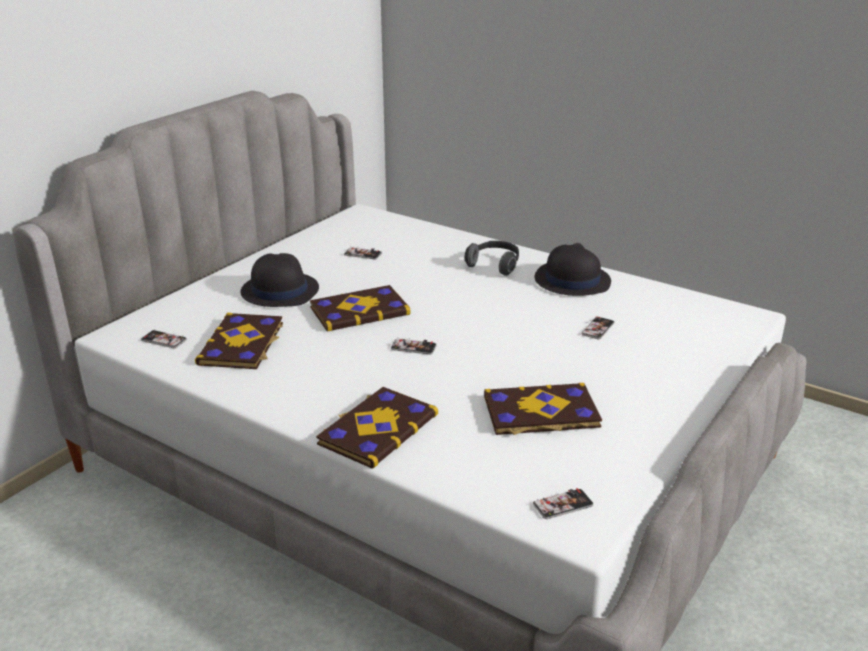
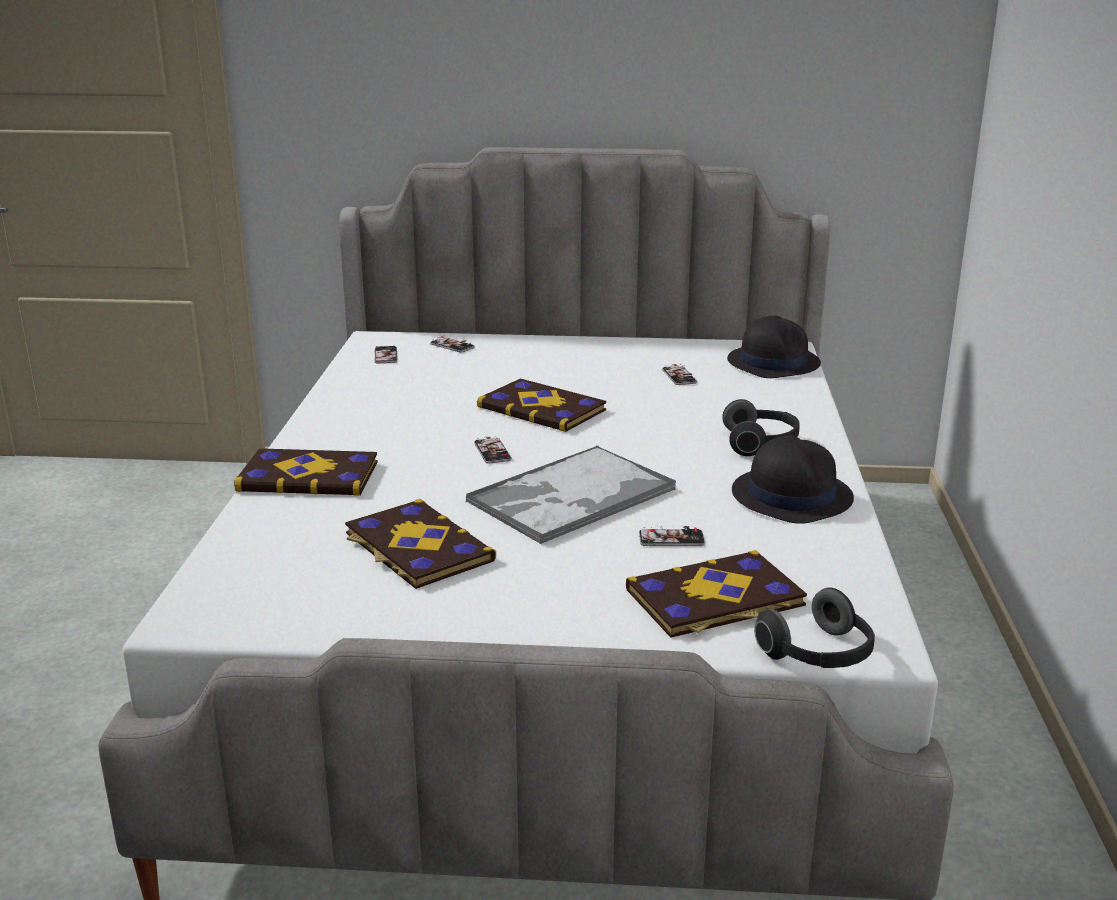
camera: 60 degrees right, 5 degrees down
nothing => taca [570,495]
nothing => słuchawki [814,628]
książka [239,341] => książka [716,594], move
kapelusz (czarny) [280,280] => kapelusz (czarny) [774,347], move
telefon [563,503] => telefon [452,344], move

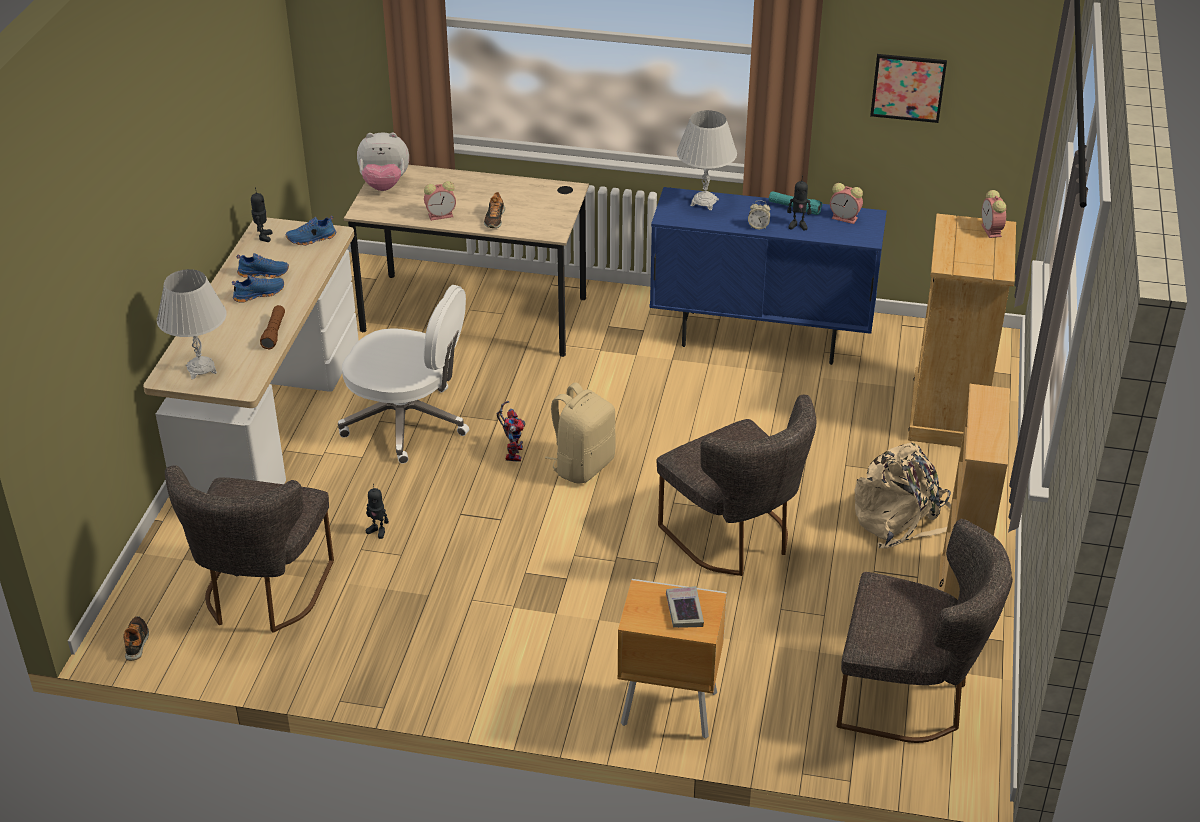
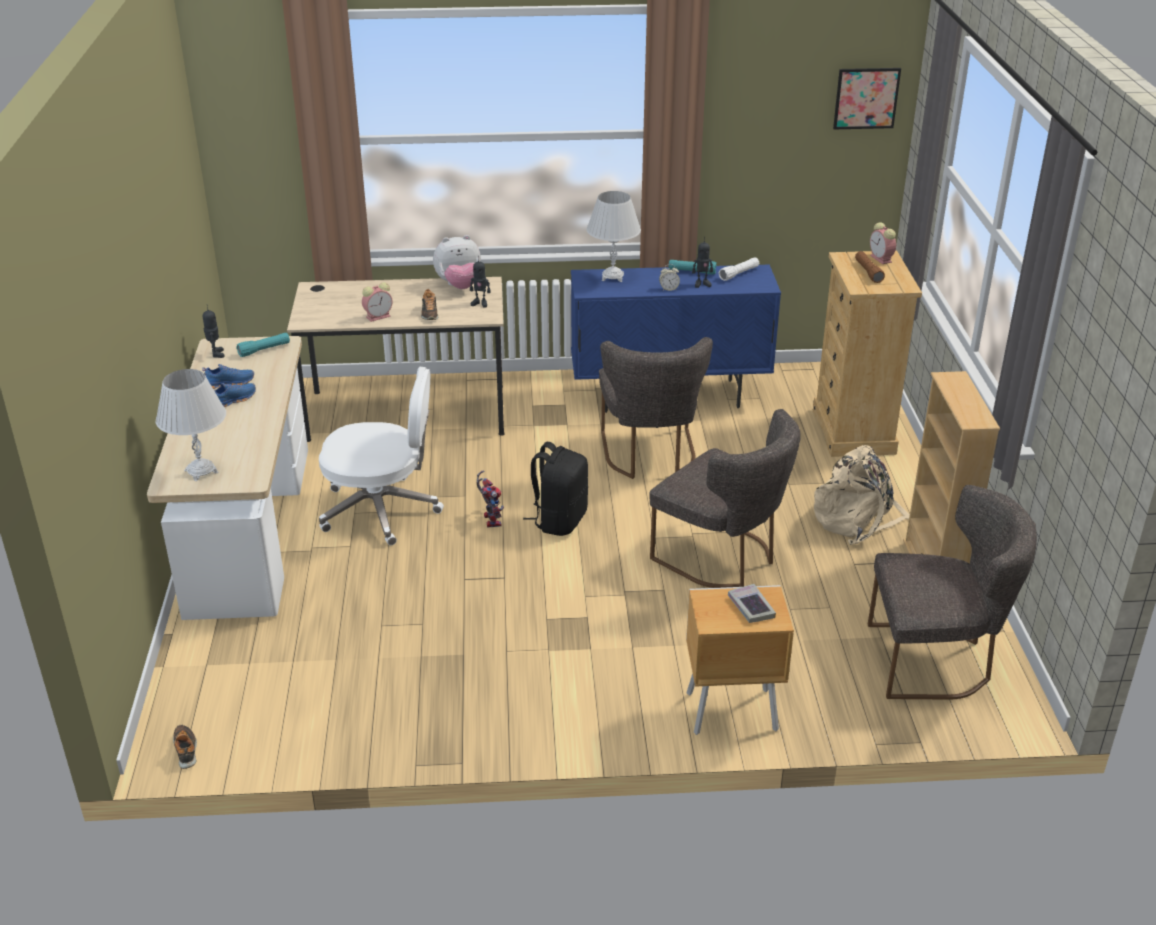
camera: 15 degrees left, 5 degrees down
krzesło (szary) [249,549] => krzesło (szary) [656,408], move
latarka (brązowy) [272,327] => latarka (brązowy) [870,267], move
pluszak [383,161] => pluszak [457,262], move
robot zabawkowy [377,511] => robot zabawkowy [480,282], move
obraz [908,88] => obraz [867,98], move
but (niebieski) [311,230] => latarka (turkusowy) [263,345]
budzik [846,203] => latarka (biały) [739,269]
plecak (beżowy) [580,432] => plecak (czarny) [555,489]

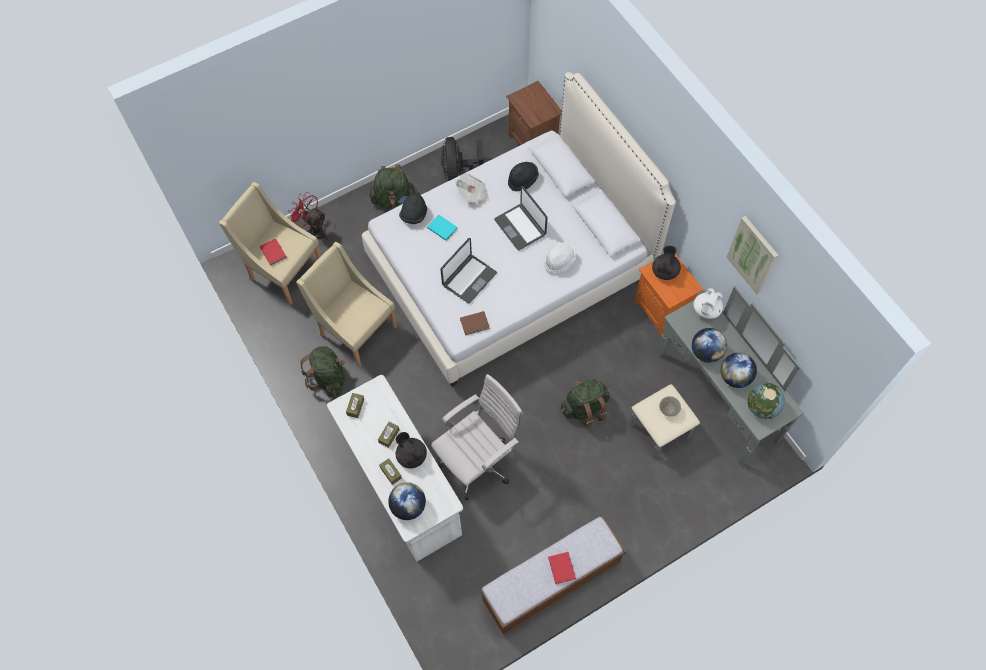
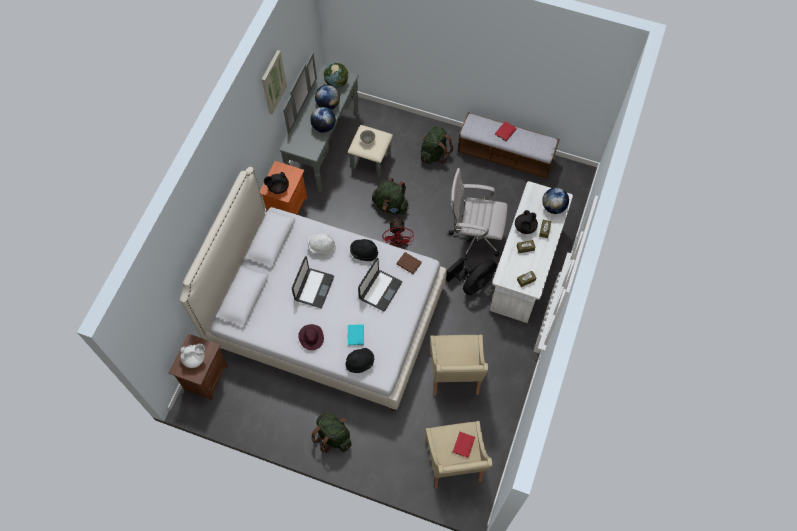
camera: 130 degrees left, 0 degrees up
wentylator (czerwony) [308,216] => wentylator (czerwony) [398,232], move
plecak (zielony) [322,371] => plecak (zielony) [437,145], move
wentylator (czarny) [462,159] => wentylator (czarny) [471,276], move
kapelusz (czarny) [523,176] => kapelusz (czarny) [364,250], move
imbryk (biały) [708,303] => imbryk (biały) [192,356], move
gazeta [472,188] => kapelusz (fioletowy) [311,337]
laptop [468,271] => laptop [380,284], 120 degrees clockwise

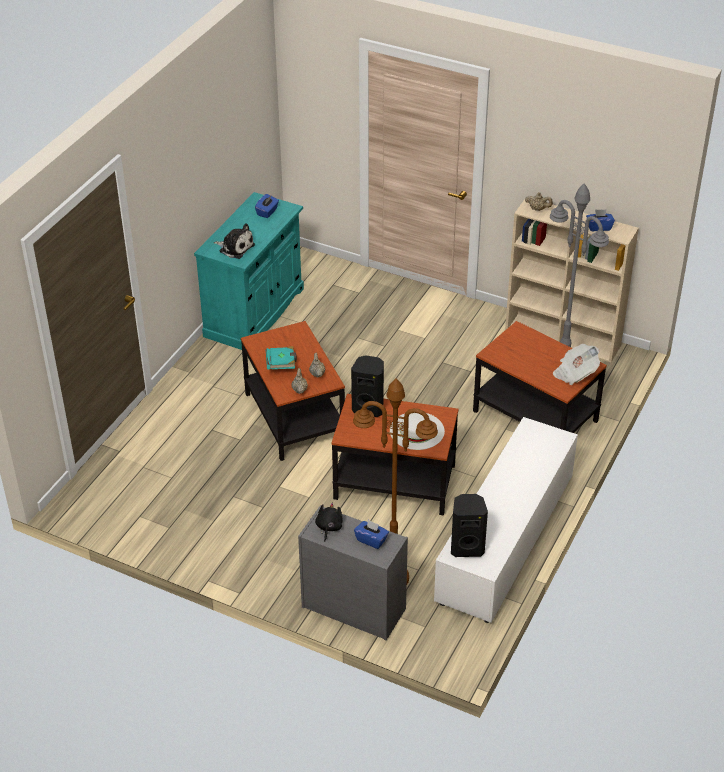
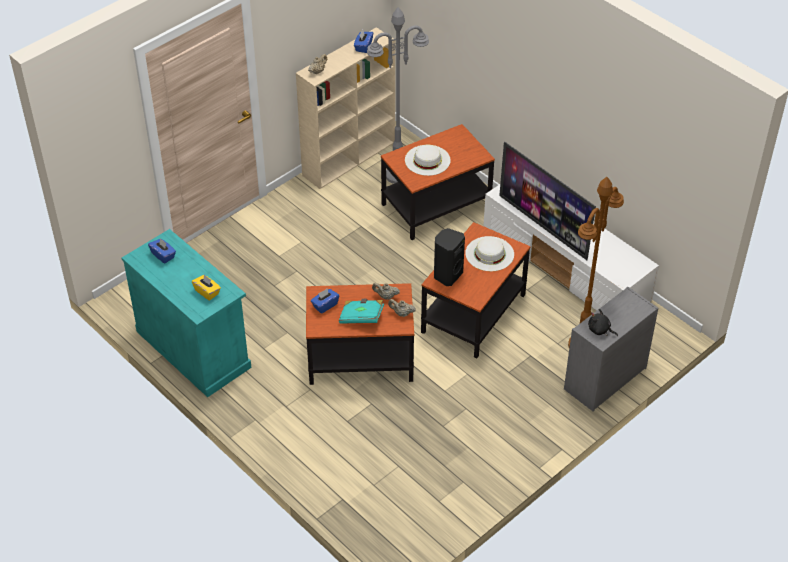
camera: 70 degrees left, 5 degrees up
głośnik (czarny) [469,525] => nothing
gazeta [576,364] => nothing
nothing => kapelusz (biały) [428,160]
nothing => telewizor [547,201]
pudełko chusteczek (niebieski) [371,534] => pudełko chusteczek (niebieski) [325,301], move
pluszak [234,241] => pudełko chusteczek (żółty) [206,287]

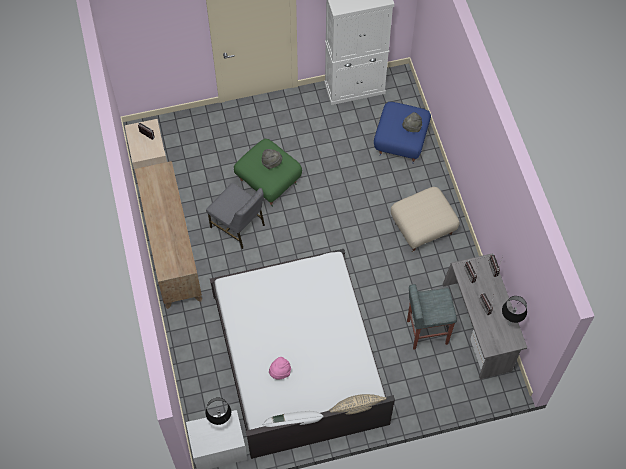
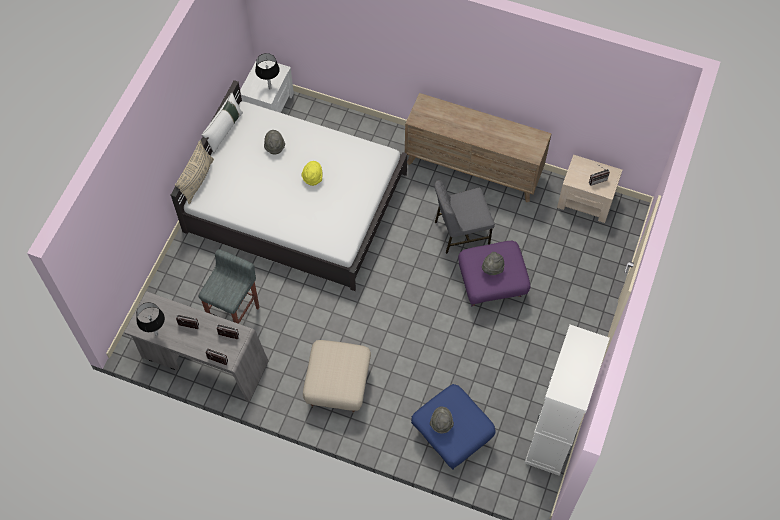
camera: 125 degrees right, 0 degrees up
nothing => kapelusz (żółty) [312,173]
pufa (zielony) [268,173] => pufa (fioletowy) [494,274]
kapelusz (różowy) [280,368] => kapelusz (szary) [274,142]

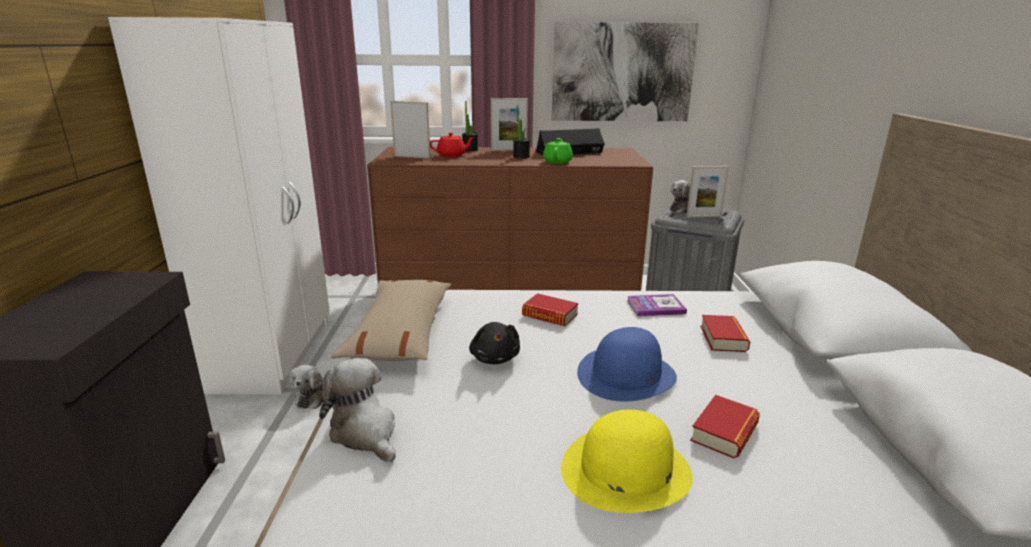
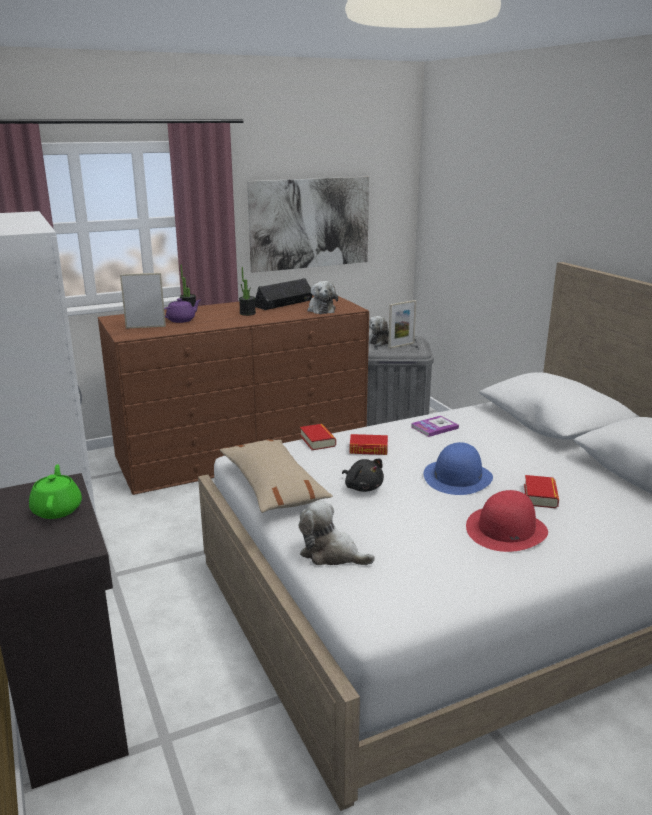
camera: 25 degrees left, 0 degrees up
ramka na zdjęcie [509,124] => nothing
pluszak [307,387] => pluszak [322,297], move
imbryk (zielony) [558,151] => imbryk (zielony) [55,491], move
książka [725,333] => książka [318,437], move
imbryk (czerwony) [452,145] => imbryk (fioletowy) [182,310]
kapelusz (żółty) [627,461] => kapelusz (czerwony) [507,521]

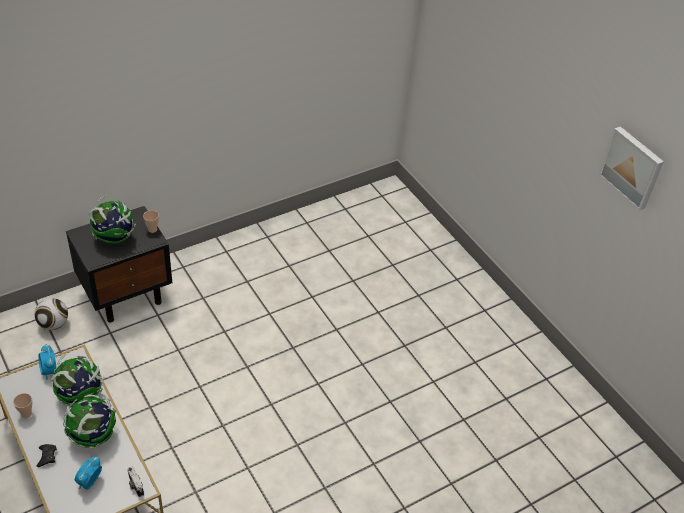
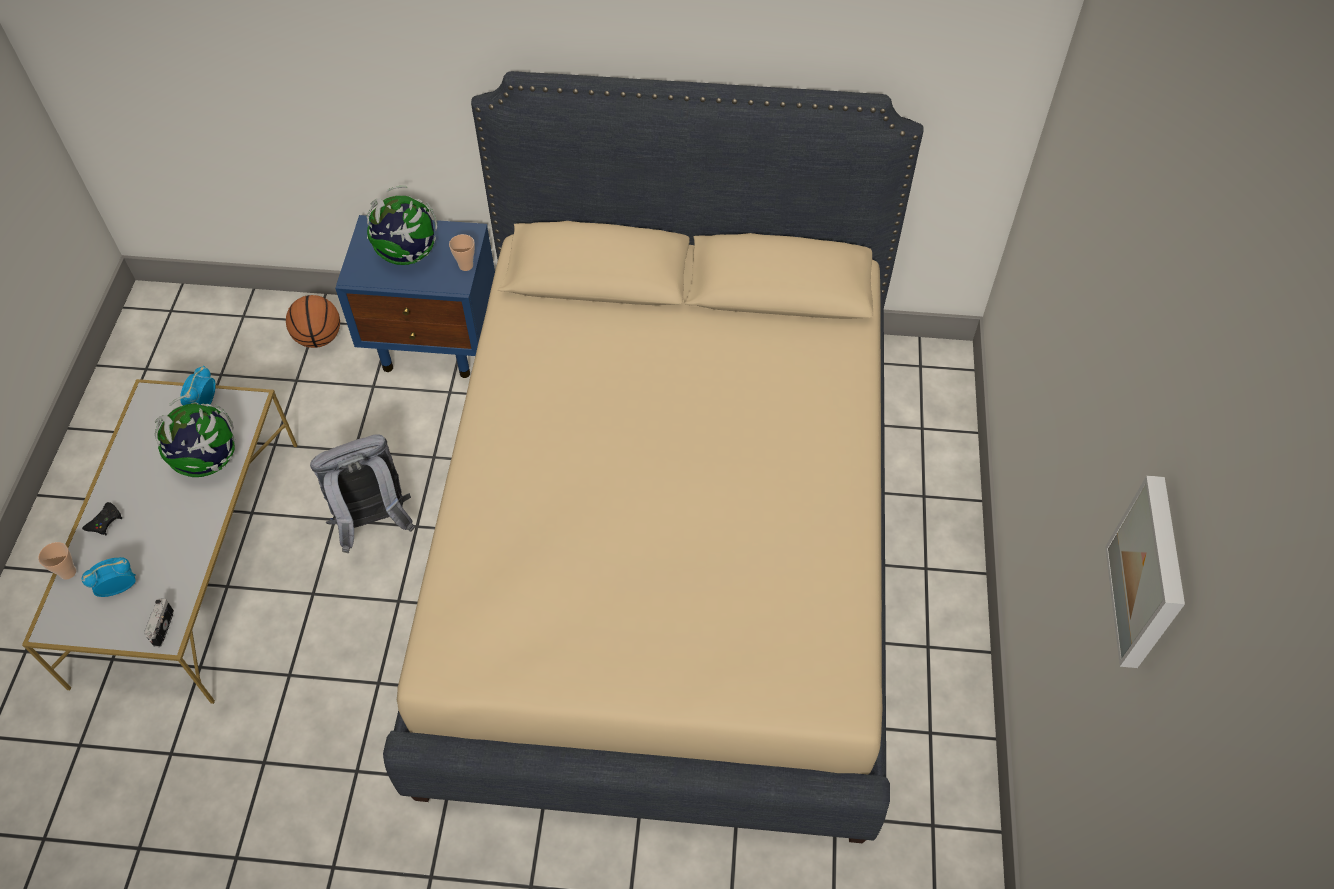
camera: 40 degrees right, 10 degrees up
globus [89,420] => nothing
nothing => plecak (szary) [362,493]
nothing => łóżko (beżowy) [653,457]
filiżanka [22,405] => filiżanka [57,561], move
piłka futbolowa [51,314] => piłka do koszykówki [313,321]
szafka nocna (czarny) [119,264] => szafka nocna (niebieski) [415,296]

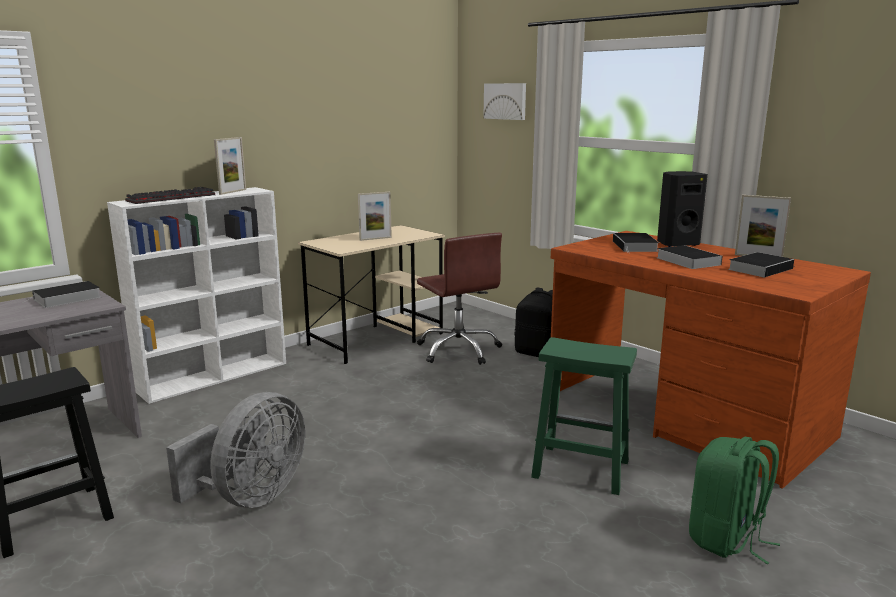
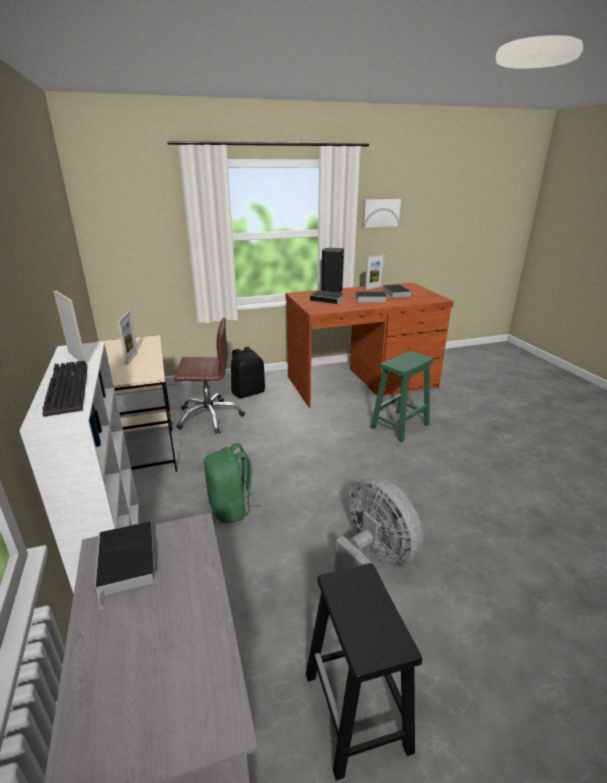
camera: 65 degrees left, 10 degrees up
obraz [505,101] => obraz [382,213], move
plecak (zielony) [734,500] => plecak (zielony) [232,483], move

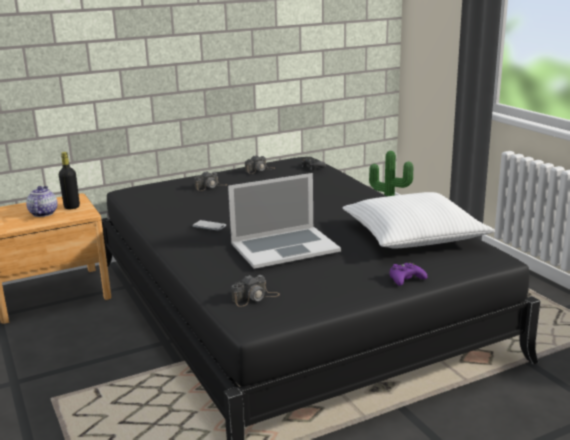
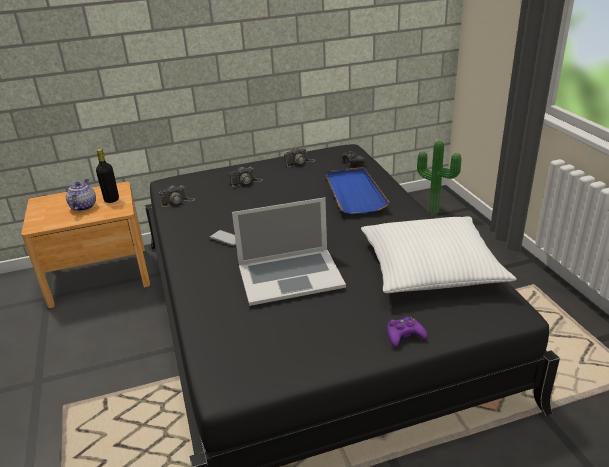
camera: 10 degrees right, 10 degrees up
nothing => taca (niebieski) [357,190]
aparat fotograficzny [255,291] => aparat fotograficzny [177,196], move

